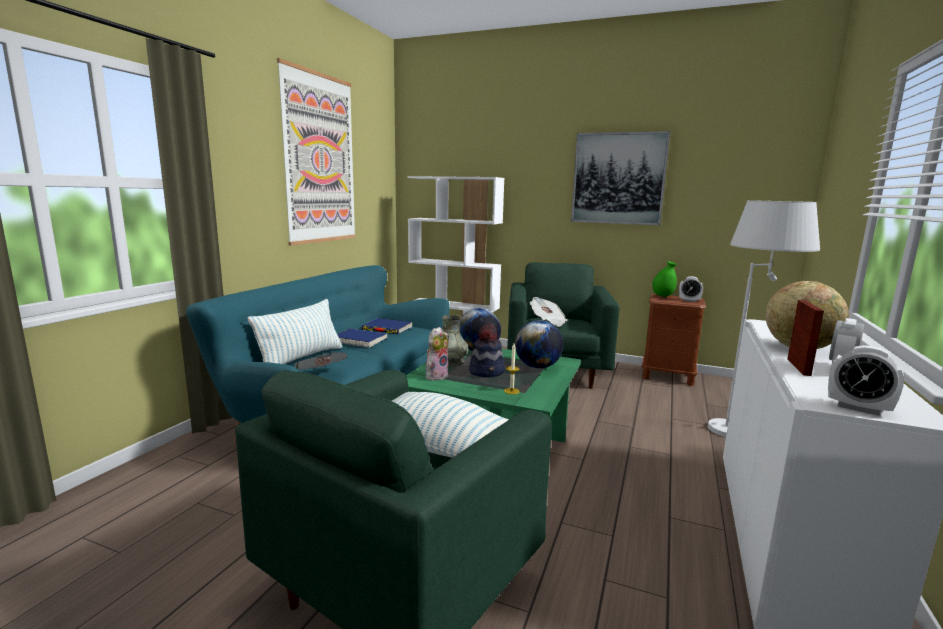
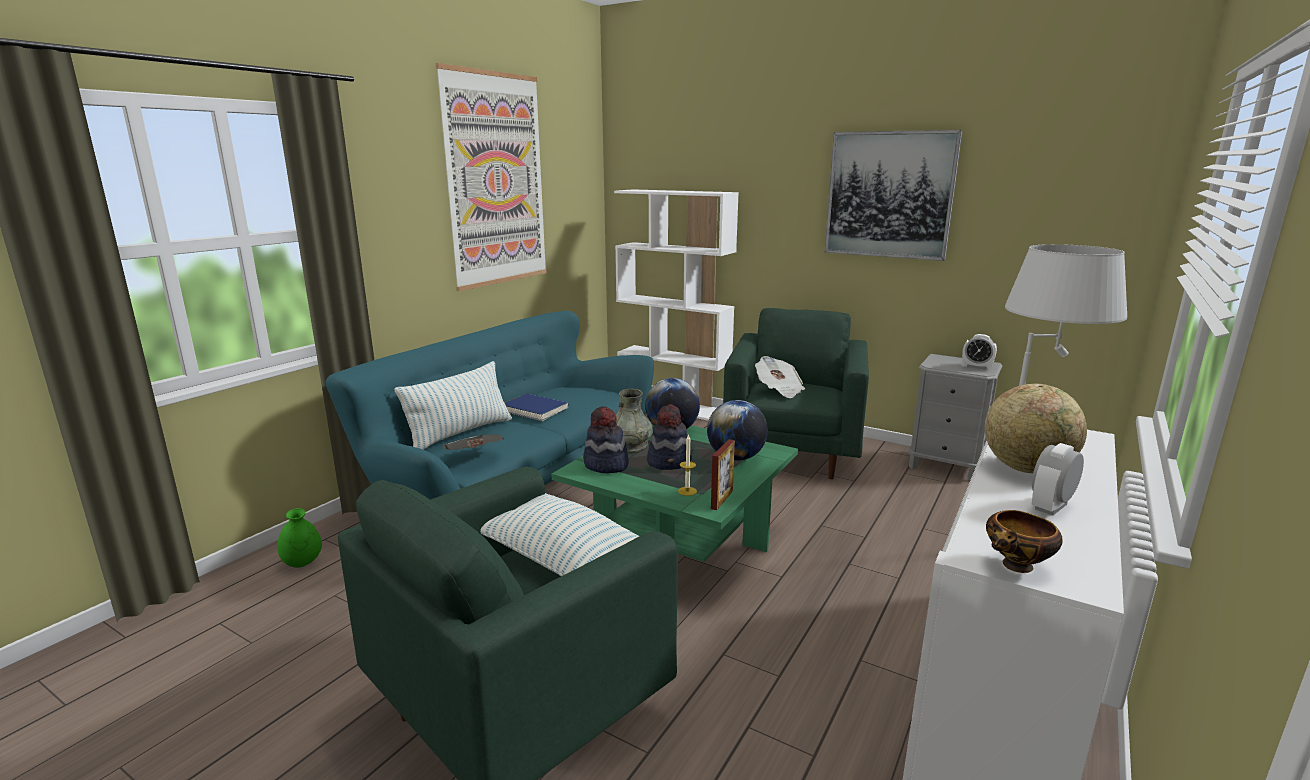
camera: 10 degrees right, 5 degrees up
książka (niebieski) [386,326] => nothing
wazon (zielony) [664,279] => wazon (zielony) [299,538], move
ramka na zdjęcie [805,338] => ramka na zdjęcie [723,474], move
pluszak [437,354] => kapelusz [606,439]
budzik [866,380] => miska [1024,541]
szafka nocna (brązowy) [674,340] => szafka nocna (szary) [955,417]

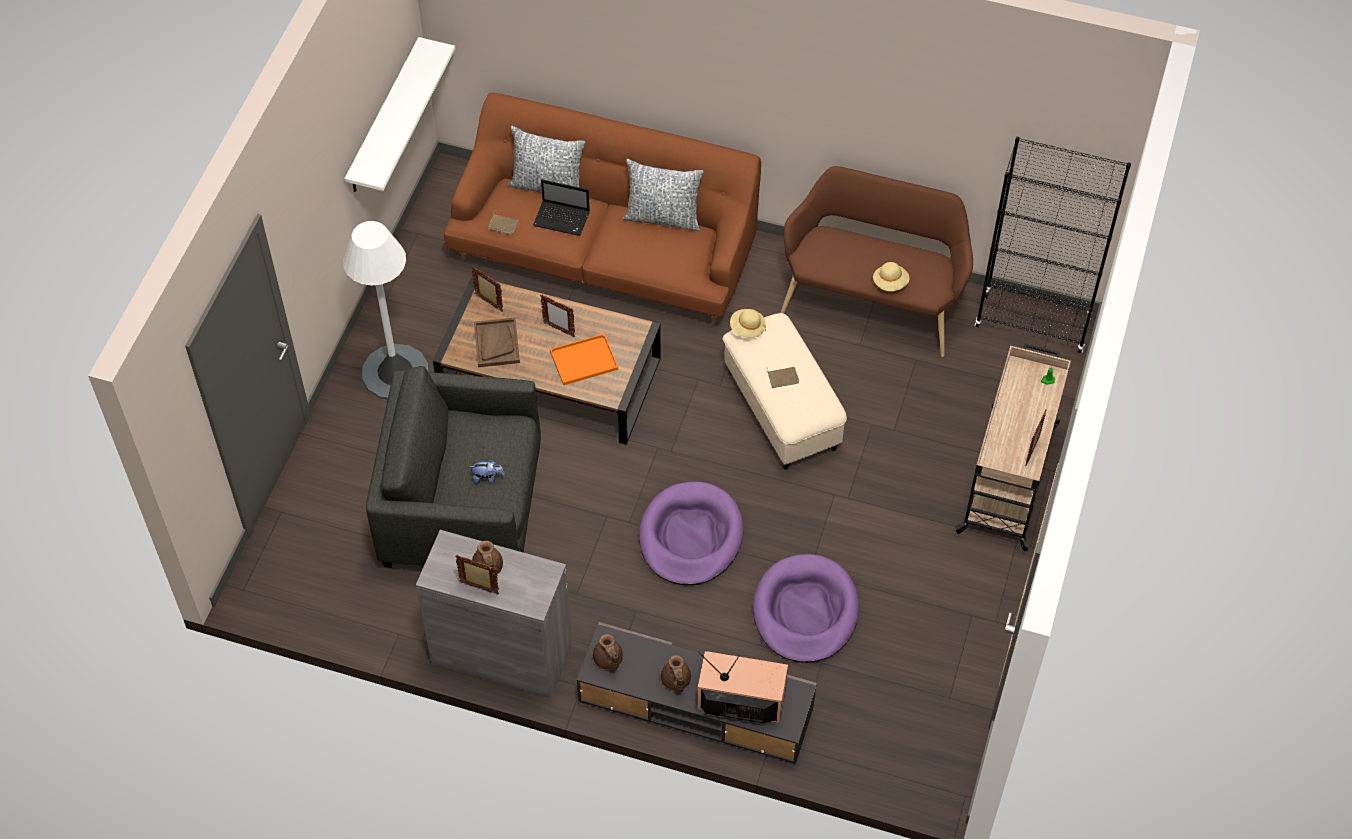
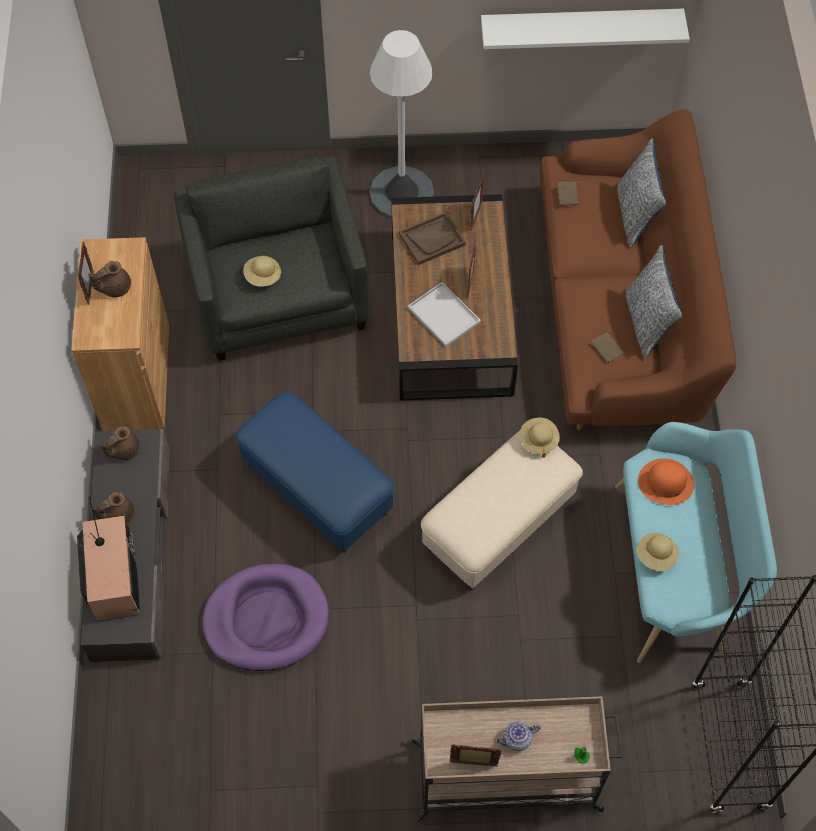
camera: 70 degrees right, 5 degrees up
laptop [561,207] => nothing
nothing => imbryk [518,736]
nothing => kapelusz (pomarańczowy) [666,481]
książka (brązowy) [783,377] => książka (brązowy) [607,346], move
pluszak [487,471] => kapelusz (beżowy) [262,271]
legowisko (fioletowy) [691,533] => pufa (niebieski) [315,472]
szafka (szary) [494,614] => szafka (brązowy) [120,334]
taca (pomarańczowy) [584,359] => taca (biały) [444,314]
ławka (brązowy) [877,261] => ławka (turkusowy) [696,542]

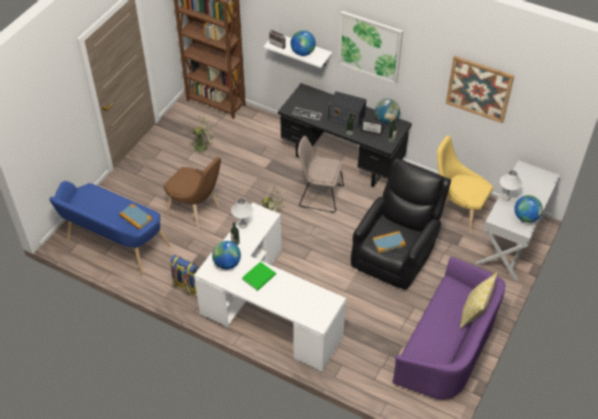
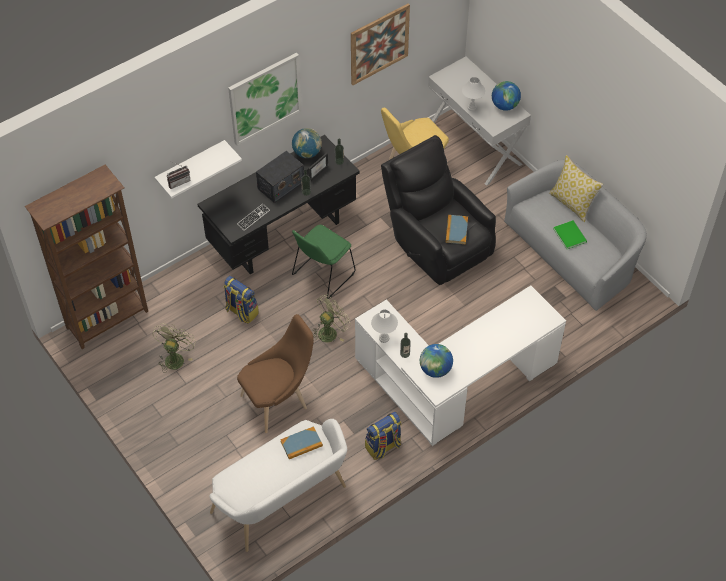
camera: 65 degrees left, 5 degrees up
globus [303,43] => nothing
nothing => plecak [241,300]
książka (zielony) [259,276] => książka (zielony) [570,234], move
ławka (niebieski) [109,228] => ławka (biały) [278,485]
krzesło (beżowy) [321,174] => krzesło (zielony) [324,262]
kanapa (fioletowy) [449,328] => kanapa (szary) [575,235]

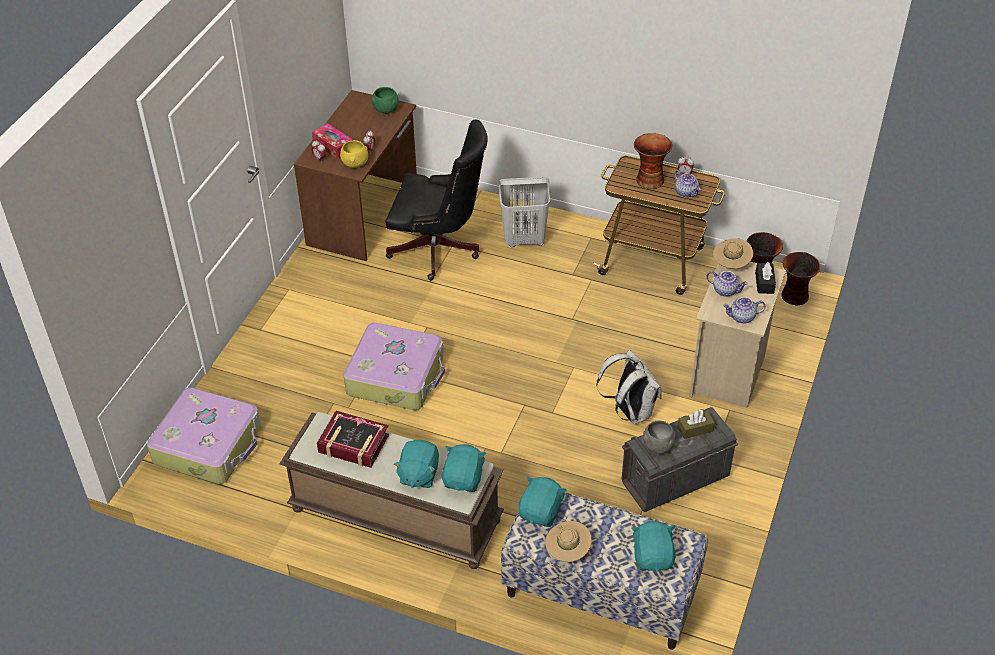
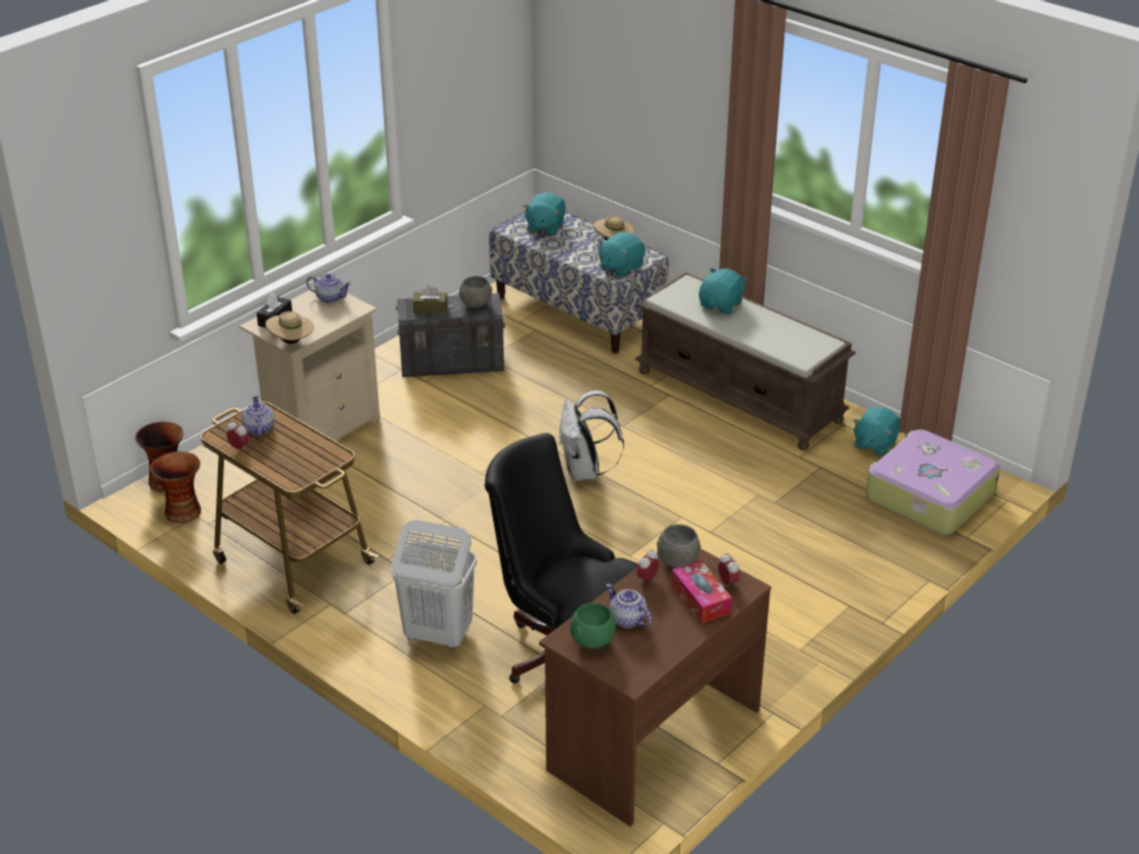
camera: 160 degrees left, 10 degrees down
książka [353,439] => nothing
walizka [394,366] => nothing
wazon [653,161] => nothing
pluszak (turkusowy) [464,468] => pluszak (turkusowy) [876,431], move
plecak (biały) [629,387] => plecak (biały) [591,435], move
imbryk [727,284] => imbryk [629,606], move
miska (żółty) [354,154] => miska (szary) [679,546]

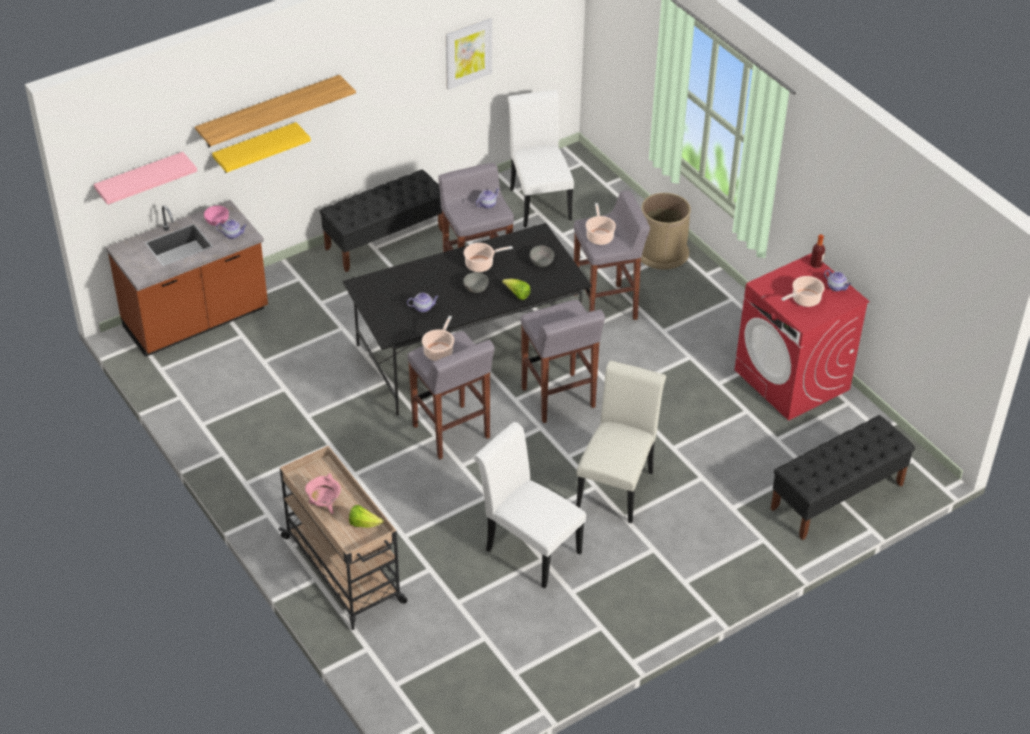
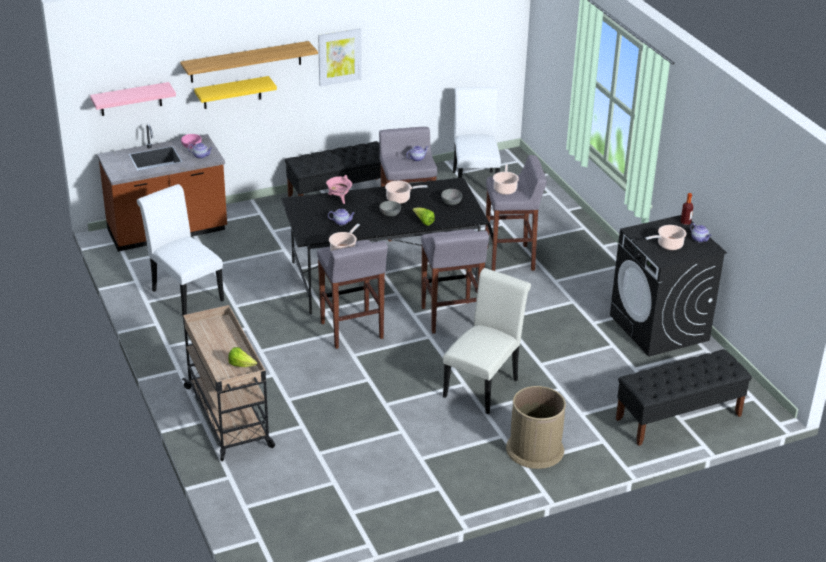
camera: 10 degrees right, 10 degrees down
garnek (różowy) [323,493] => garnek (różowy) [339,189], move
obraz [469,54] => obraz [340,57], move
krzesło (biały) [530,505] => krzesło (biały) [180,250], move
kosz na śmieci (brązowy) [666,231] => kosz na śmieci (brązowy) [536,427], move
pralka (czerwony) [802,337] => pralka (czarny) [668,286]

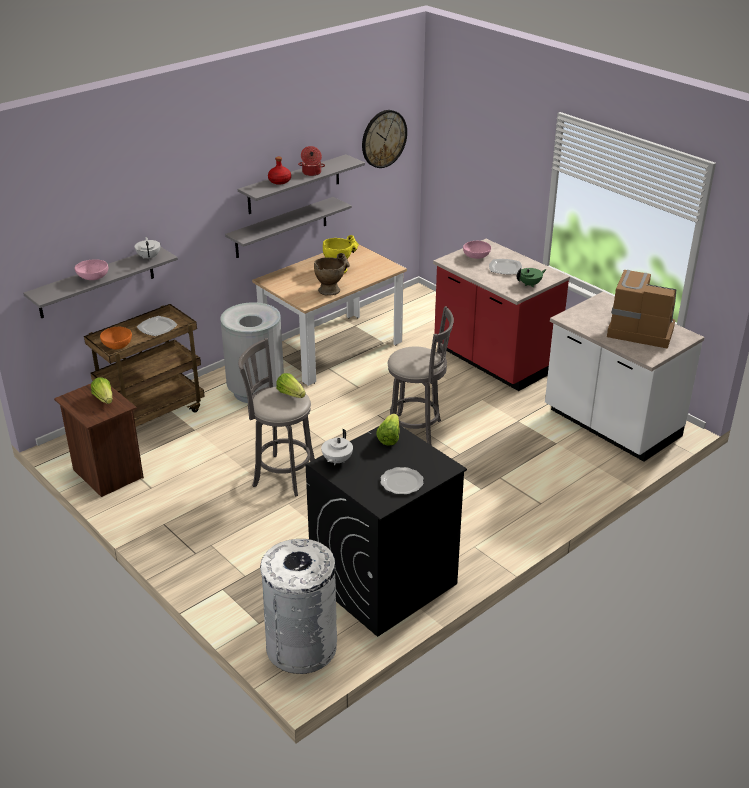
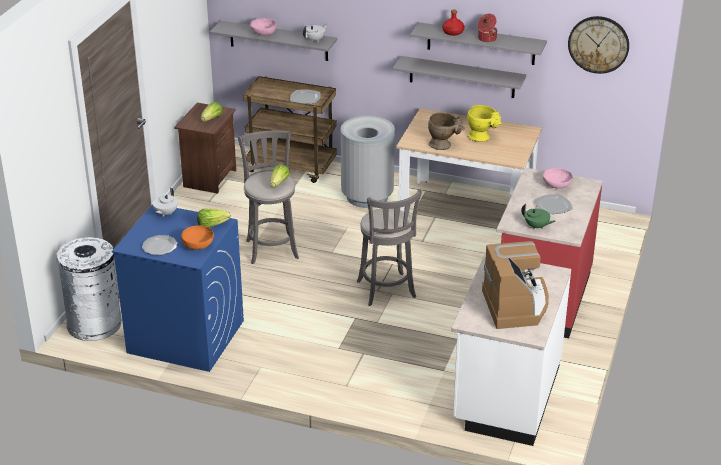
camera: 60 degrees right, 0 degrees up
miska (pomarańczowy) [116,338] => miska (pomarańczowy) [197,237], move
pralka (czarny) [386,531] => pralka (niebieski) [178,288]
imbryk (biały) [337,447] => imbryk (biały) [165,202], 60 degrees counterclockwise

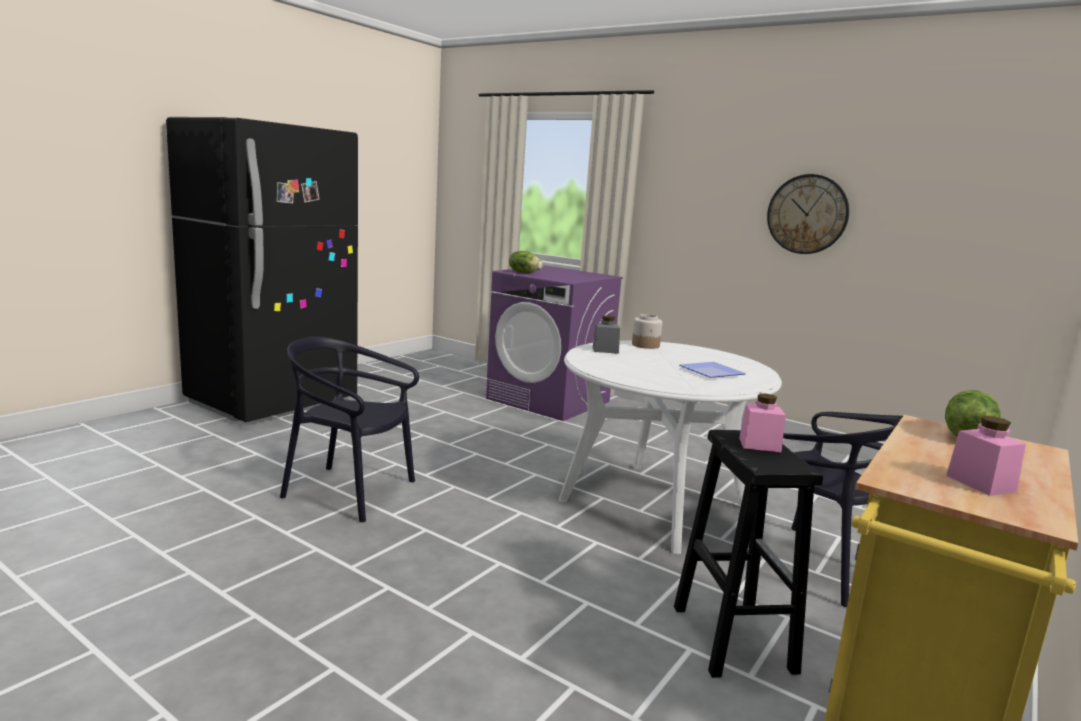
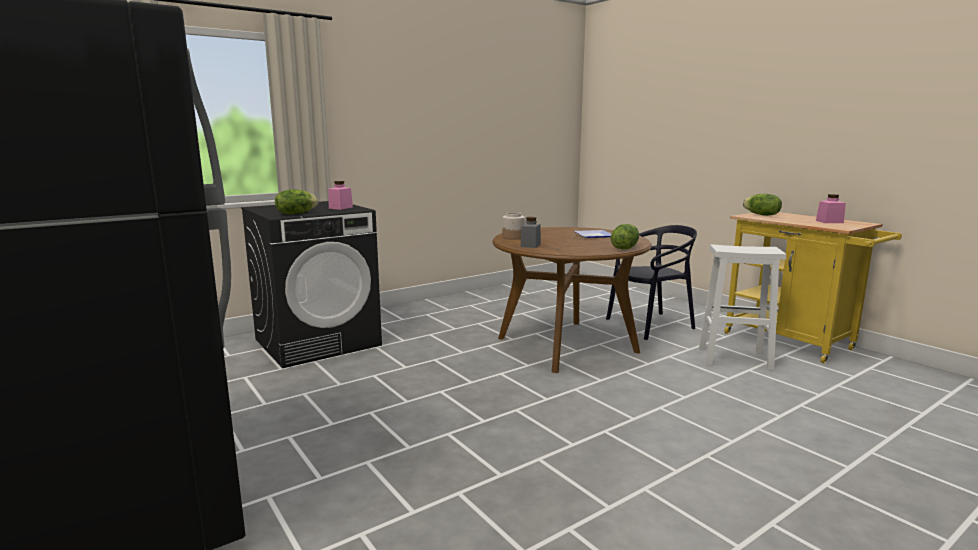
camera: 70 degrees left, 0 degrees up
krzesło (czarny) [349,429] => nothing
zegar ścienny [808,214] => nothing
nothing => sałata [625,237]
słoik (różowy) [762,422] => słoik (różowy) [340,195], move
pralka (fioletowy) [554,343] => pralka (czarny) [311,284]
stół jadalny (biały) [670,447] => stół jadalny (brązowy) [572,300]
stołek (czarny) [748,554] => stołek (biały) [742,307]

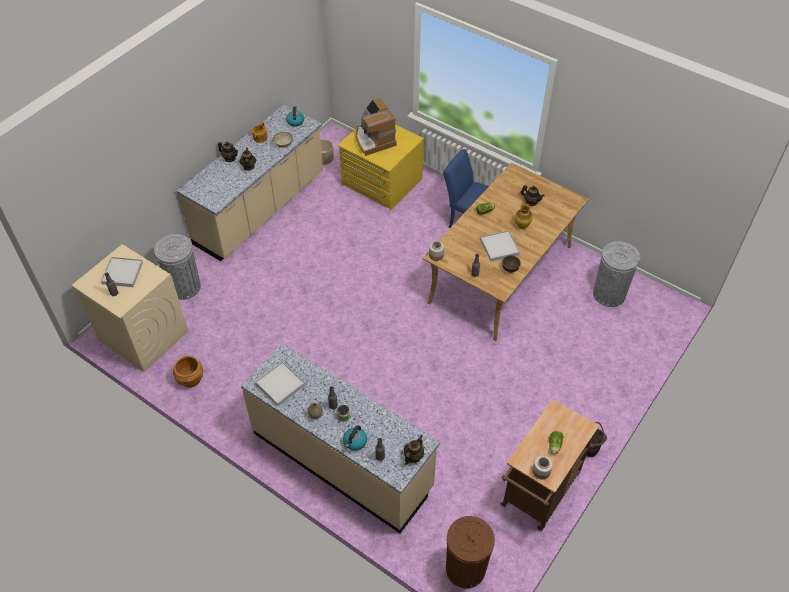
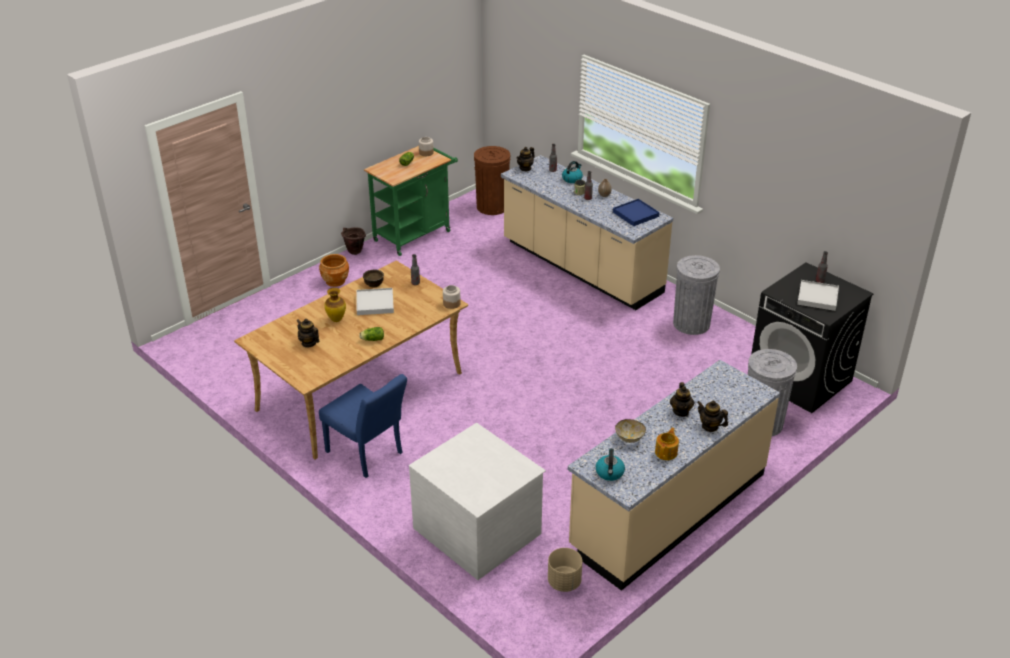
camera: 170 degrees left, 15 degrees down
ekspres do kawy [376,127] => nothing
donica (brązowy) [188,372] => donica (brązowy) [334,270], move
kosz na śmieci (szary) [616,274] => kosz na śmieci (szary) [696,295], move
pralka (beżowy) [129,308] => pralka (czarny) [812,337]
taca (biały) [280,384] => taca (niebieski) [636,212]
komoda (żółty) [380,168] => komoda (biały) [477,501]
wózek (brązowy) [550,465] => wózek (zielony) [411,201]

